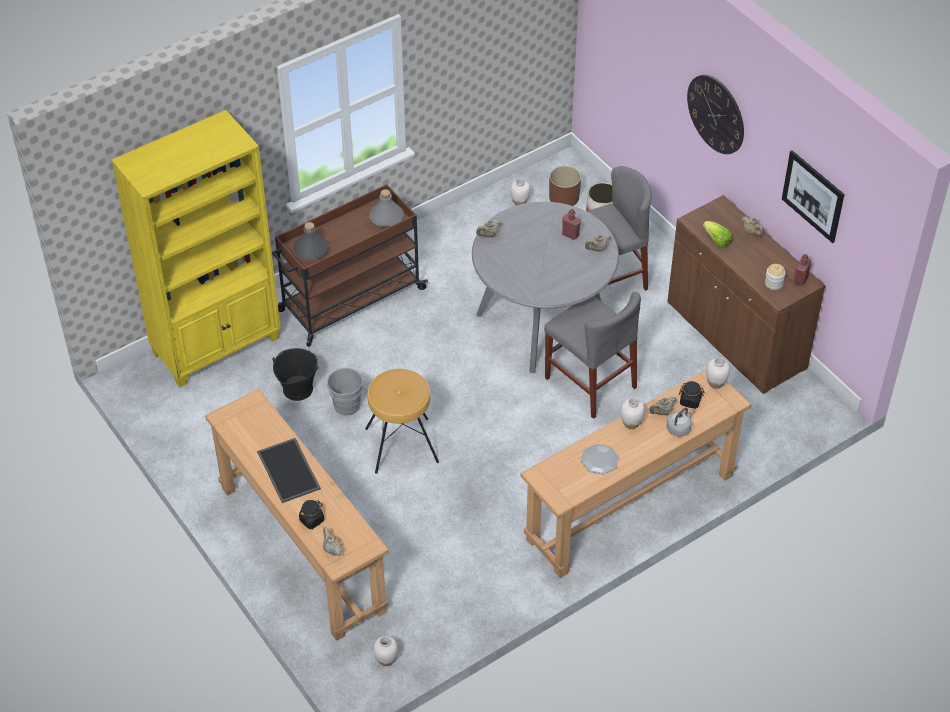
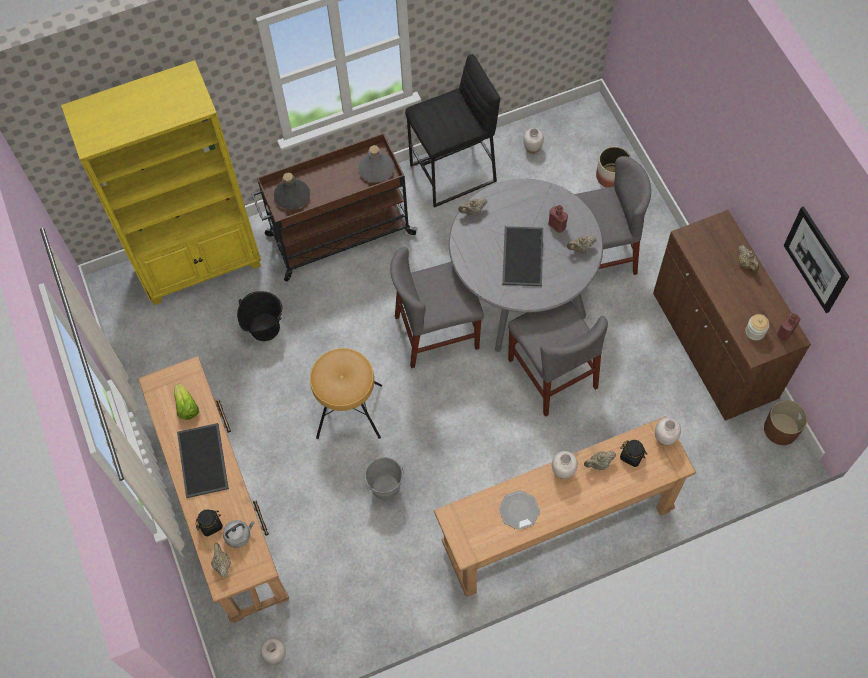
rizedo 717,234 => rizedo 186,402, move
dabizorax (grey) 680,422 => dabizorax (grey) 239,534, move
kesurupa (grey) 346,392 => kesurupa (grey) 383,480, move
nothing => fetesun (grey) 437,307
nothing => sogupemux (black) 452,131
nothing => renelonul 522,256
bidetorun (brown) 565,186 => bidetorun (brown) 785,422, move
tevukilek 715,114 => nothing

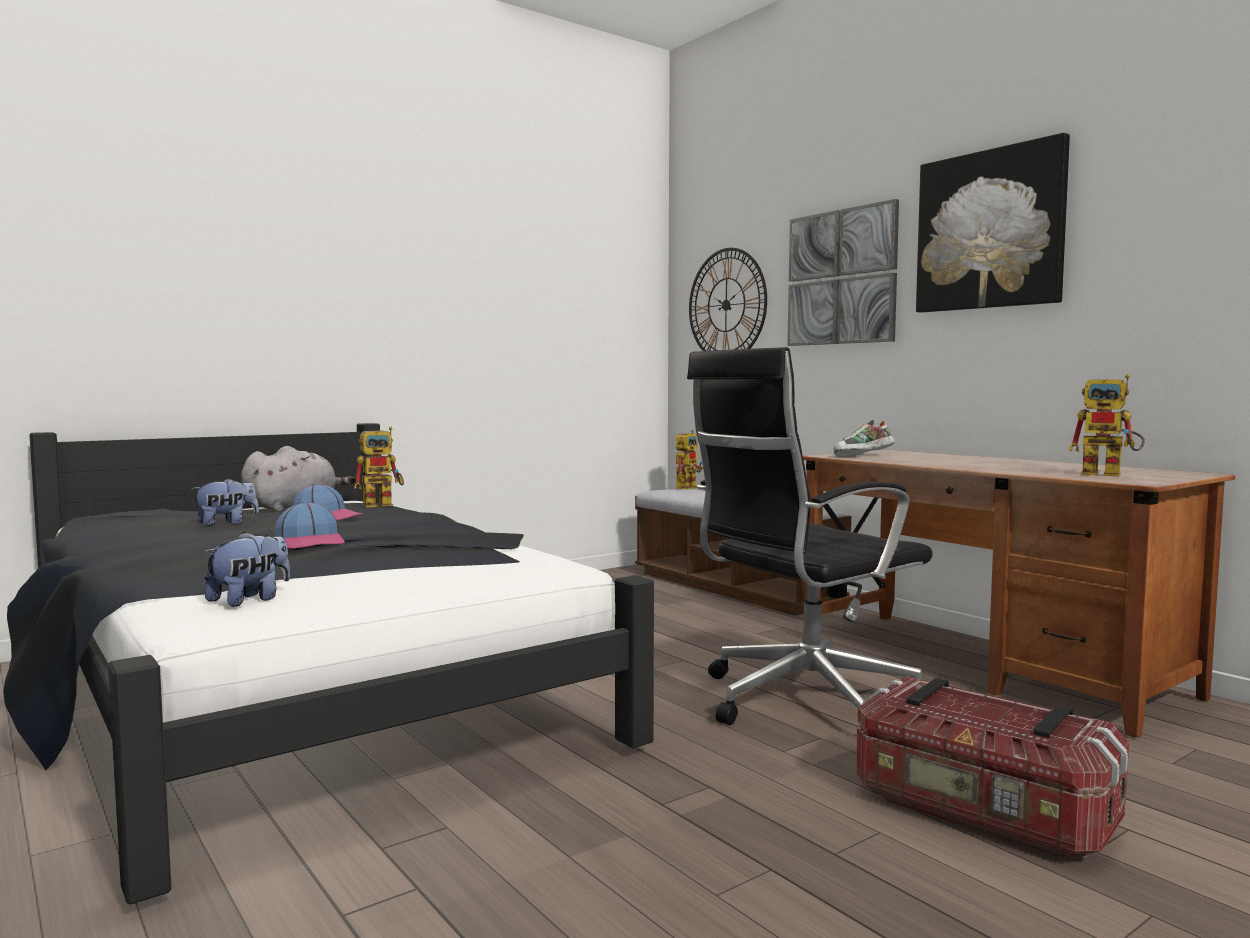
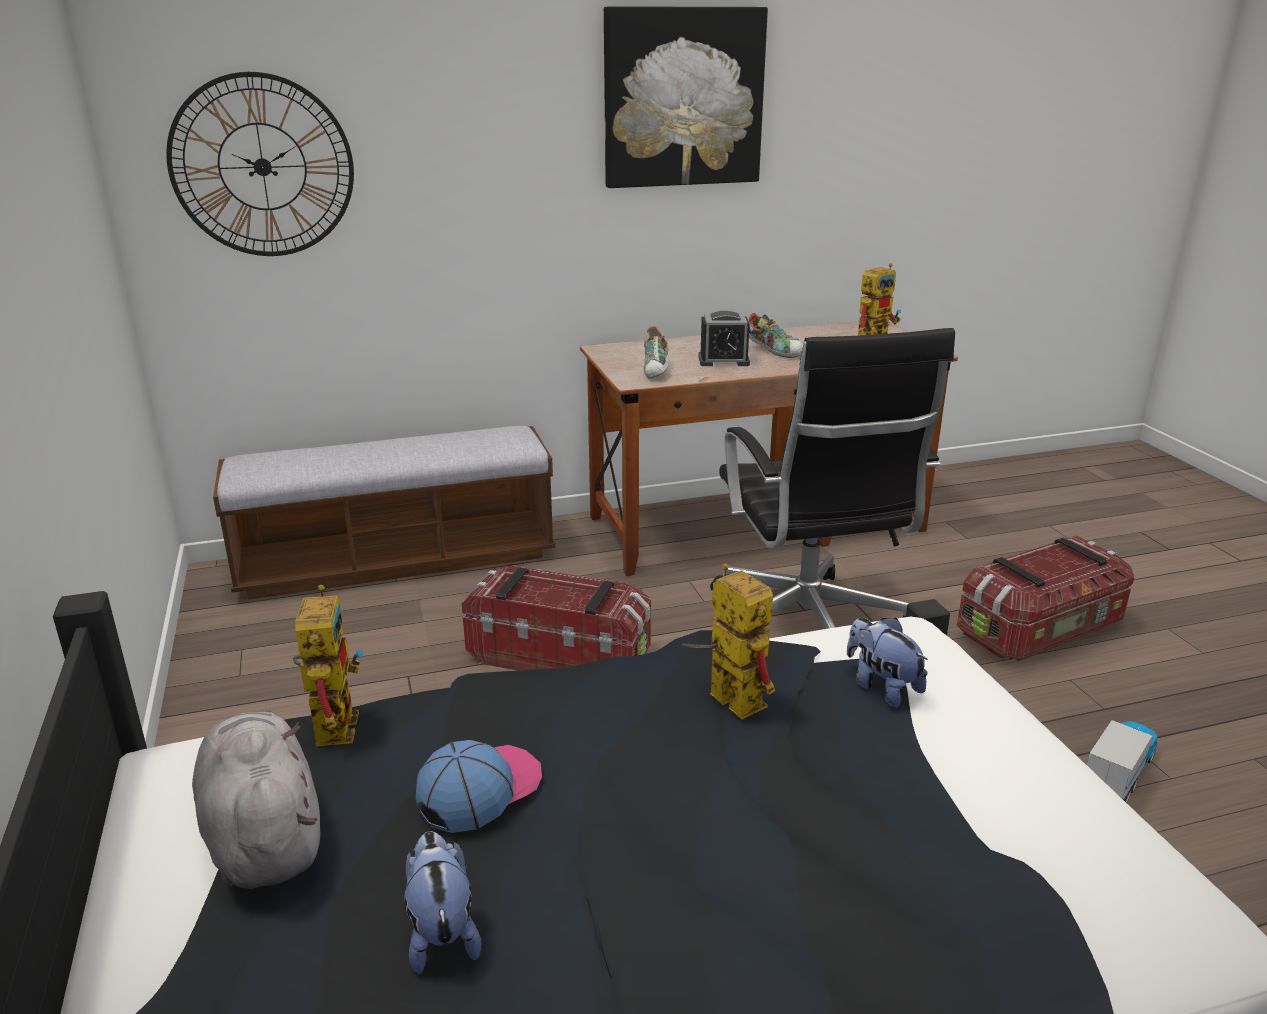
nothing => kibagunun 556,617
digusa 689,459 => digusa 728,642, move
nothing => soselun 724,338
nothing => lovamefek 776,335
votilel 247,569 => votilel 887,662, move
nothing => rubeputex 1122,761
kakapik 310,525 => nothing
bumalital 843,272 => nothing

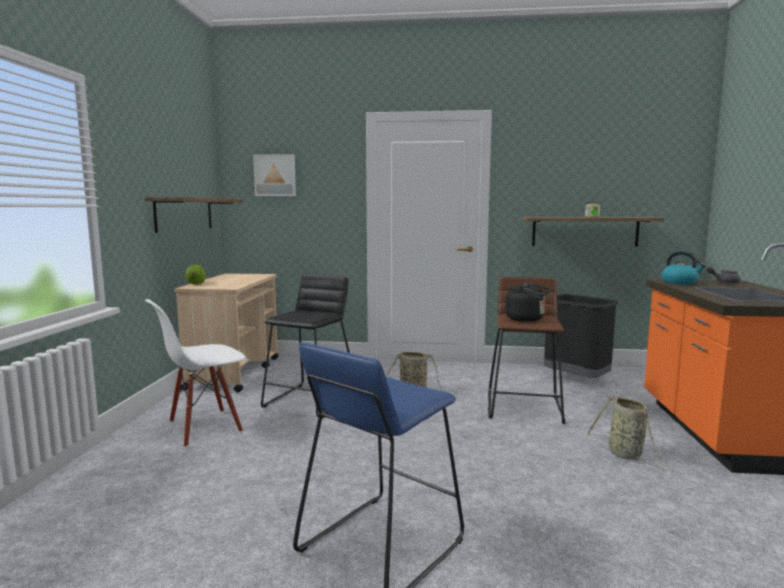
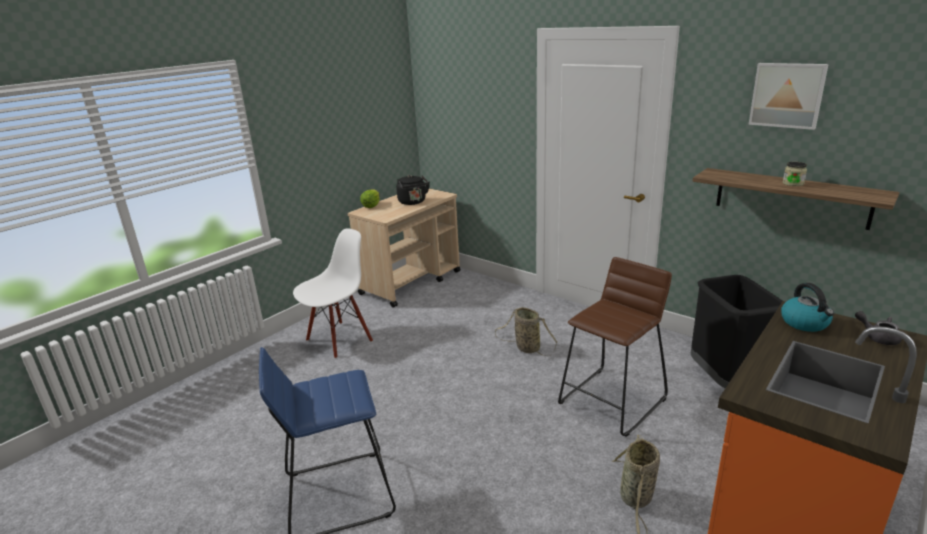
fetesun (white) 195,373 => fetesun (white) 333,293, 135 degrees clockwise
dabizorax (black) 528,302 => dabizorax (black) 413,190, move
bumalital 274,175 => bumalital 788,96, move
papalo 194,215 => nothing
sogupemux (black) 305,346 => nothing

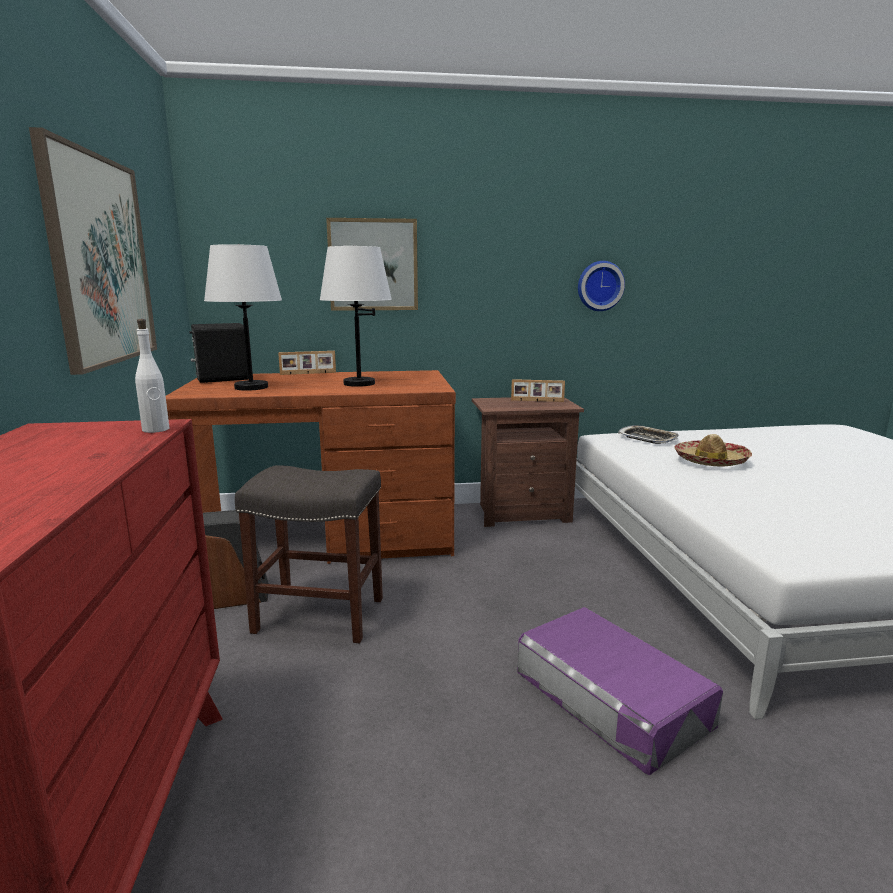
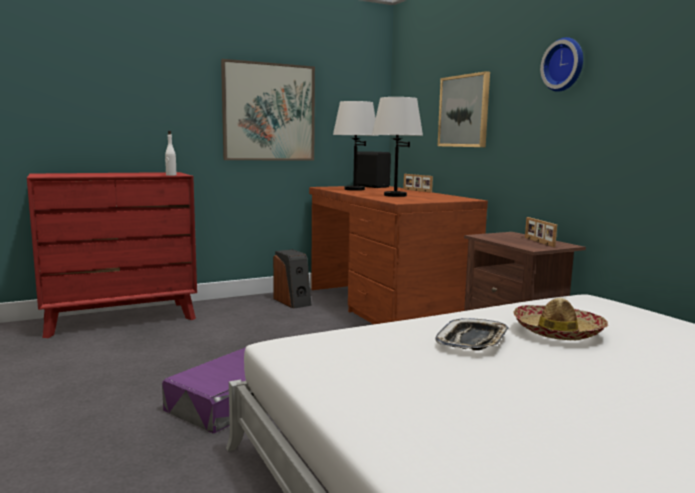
renelonul 648,434 => renelonul 472,334, move
tevukilek 601,286 => tevukilek 561,64, move
sogupemux (grey) 309,554 => nothing

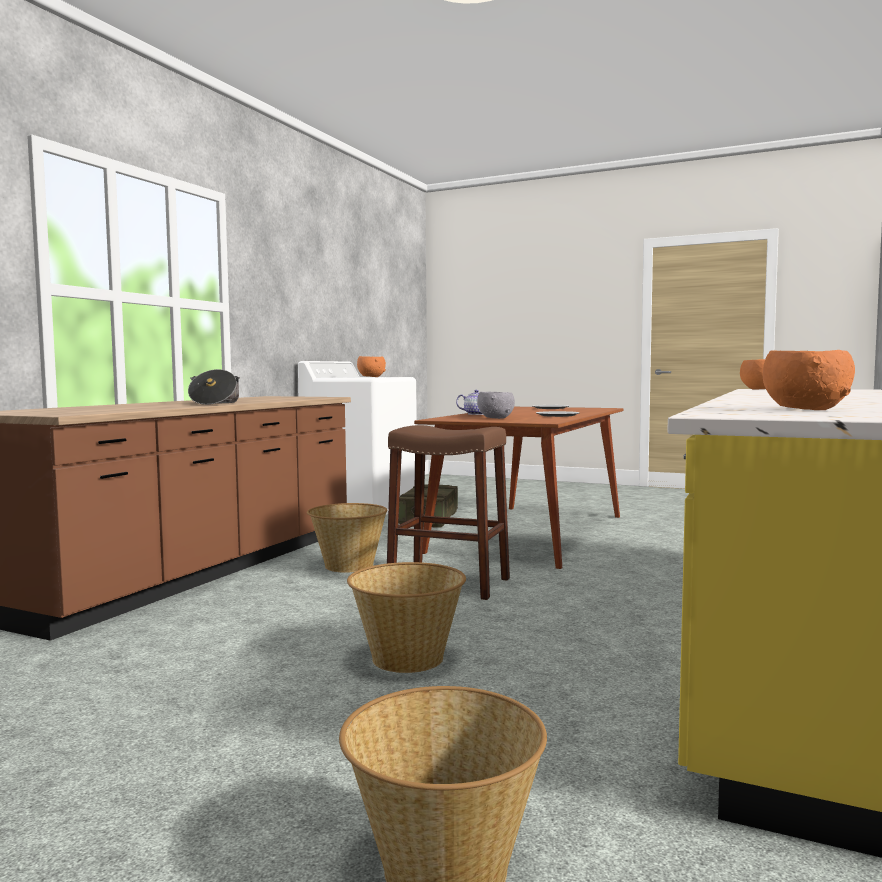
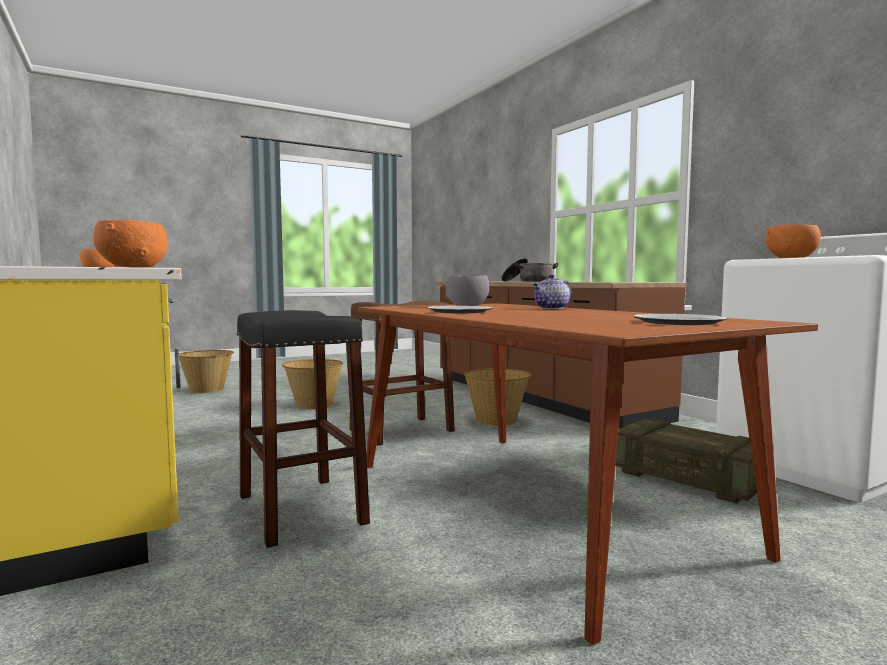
nothing => sogupemux (black) 303,429

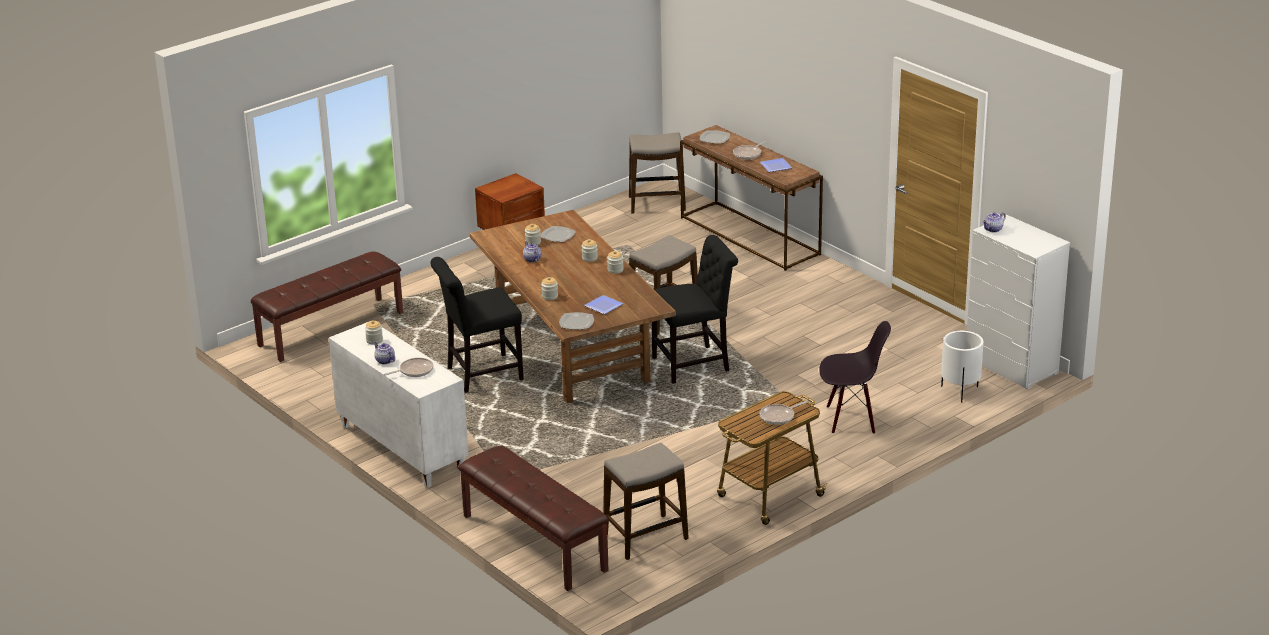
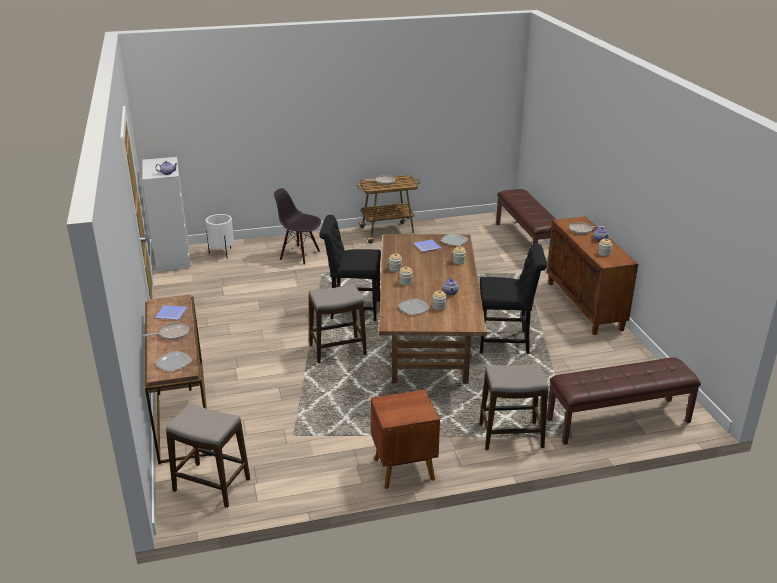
sogupemux 646,501 => sogupemux 513,406, move
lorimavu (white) 399,404 => lorimavu (brown) 592,275

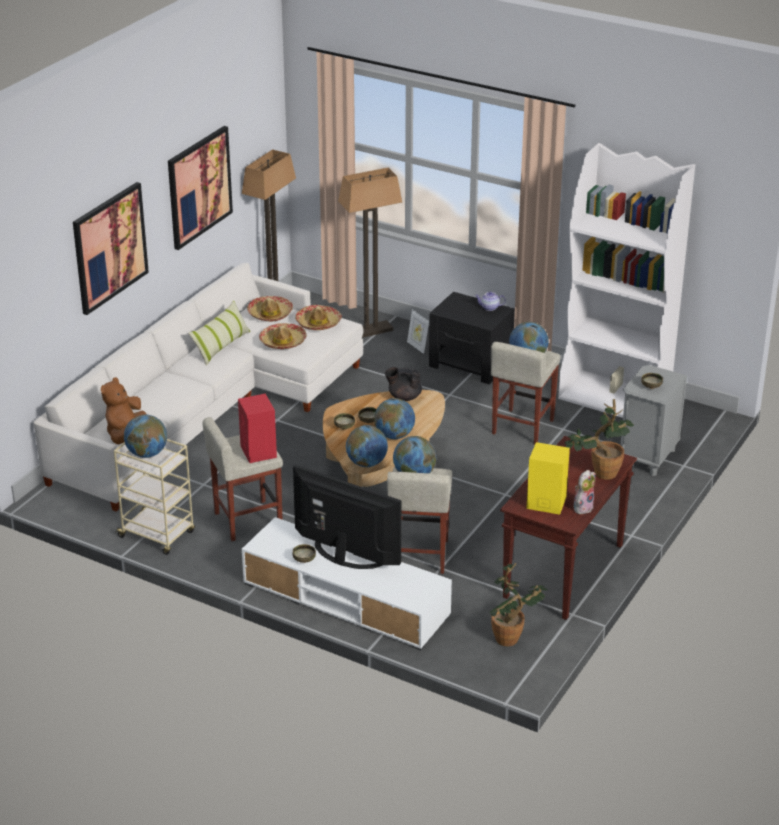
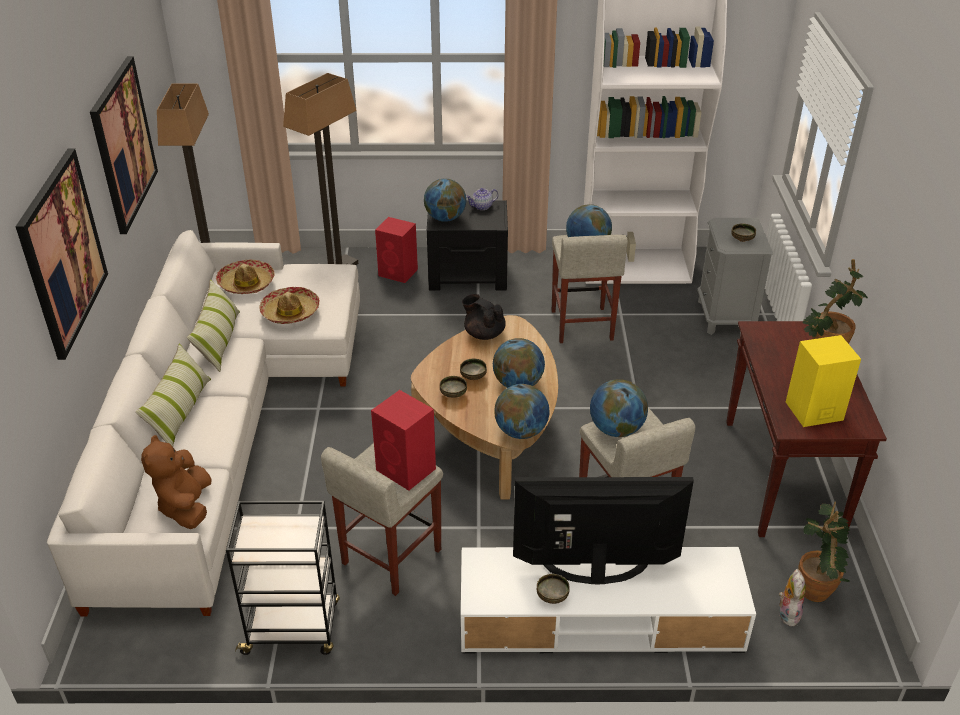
nothing => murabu 173,395
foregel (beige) 154,497 => foregel (black) 283,578
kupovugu 418,332 => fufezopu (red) 396,250
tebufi 145,436 => tebufi 445,200, move
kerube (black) 403,384 => kerube (black) 484,317, 60 degrees clockwise
votilel 585,492 => votilel 792,597, move
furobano 318,317 => nothing

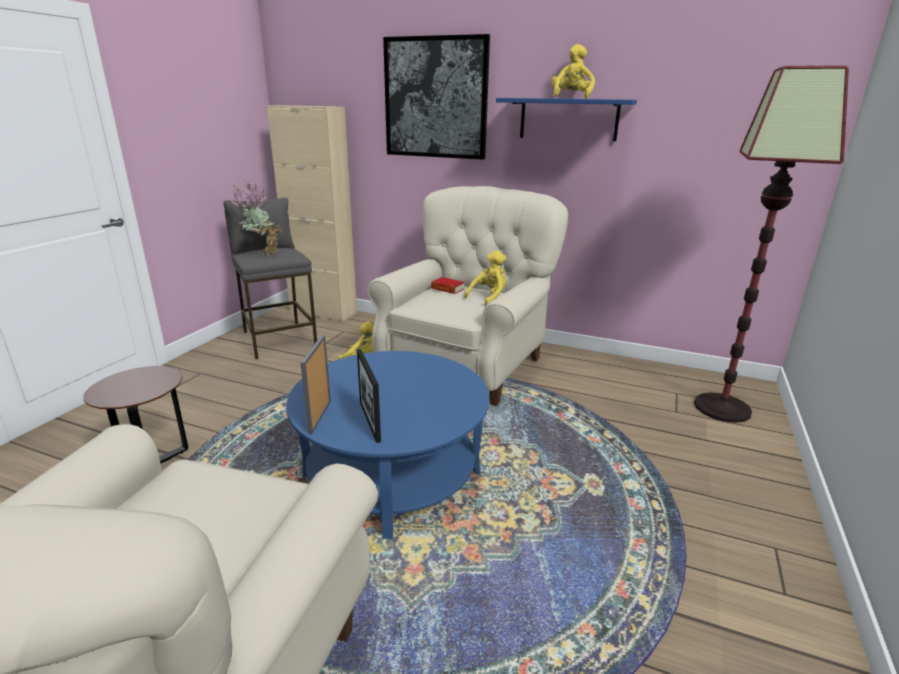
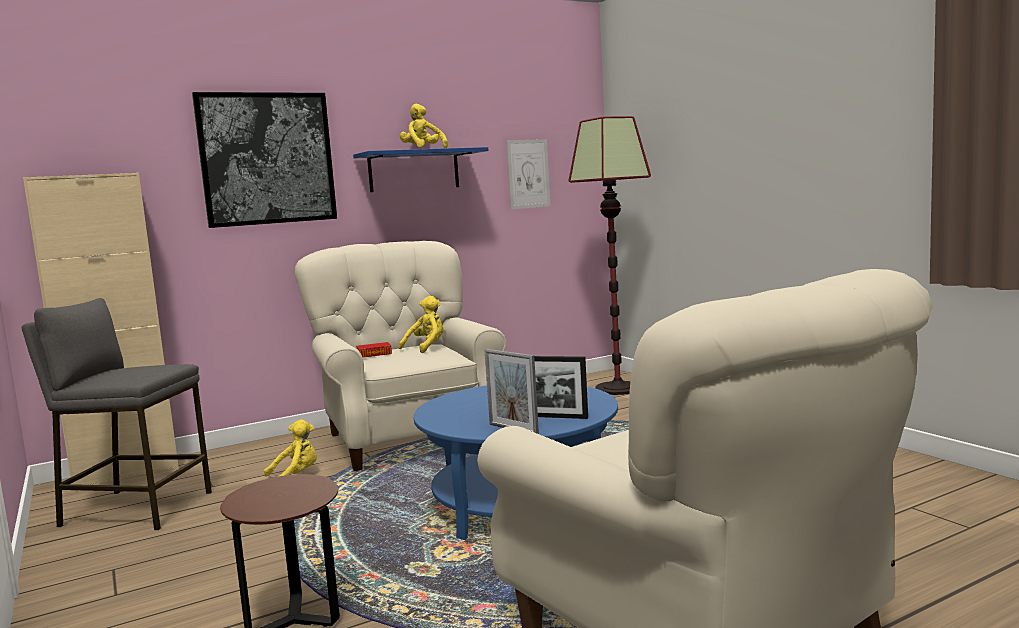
votilel (yellow) 485,278 => votilel (yellow) 421,324, 45 degrees clockwise
nothing => bumalital 528,174
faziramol 256,218 => nothing

